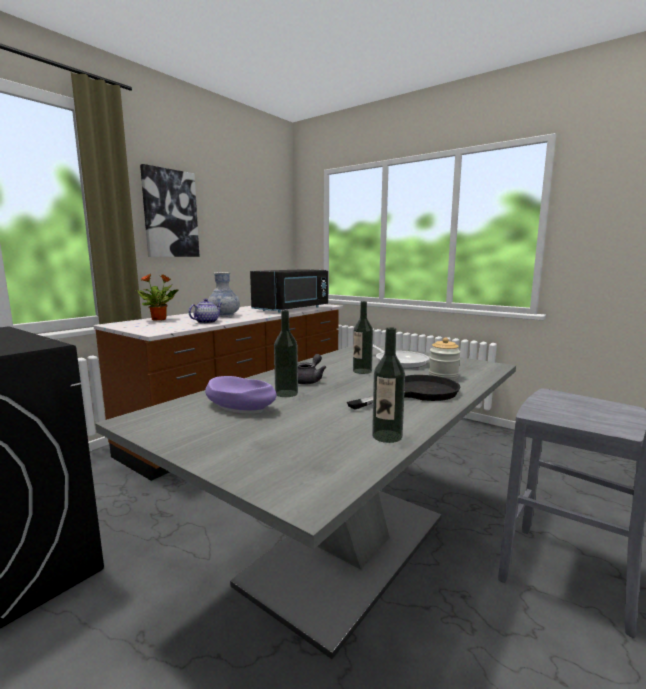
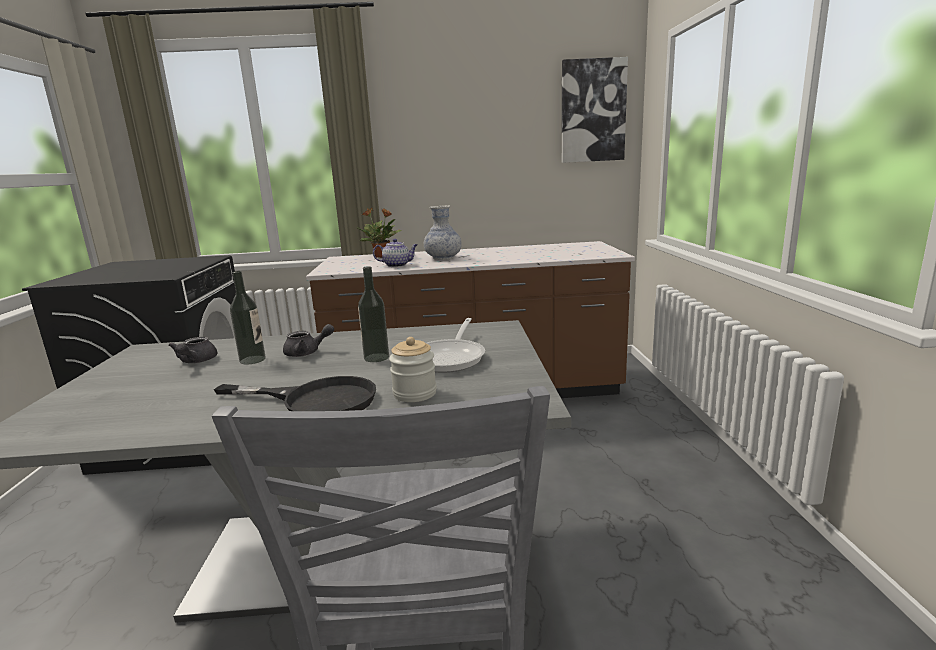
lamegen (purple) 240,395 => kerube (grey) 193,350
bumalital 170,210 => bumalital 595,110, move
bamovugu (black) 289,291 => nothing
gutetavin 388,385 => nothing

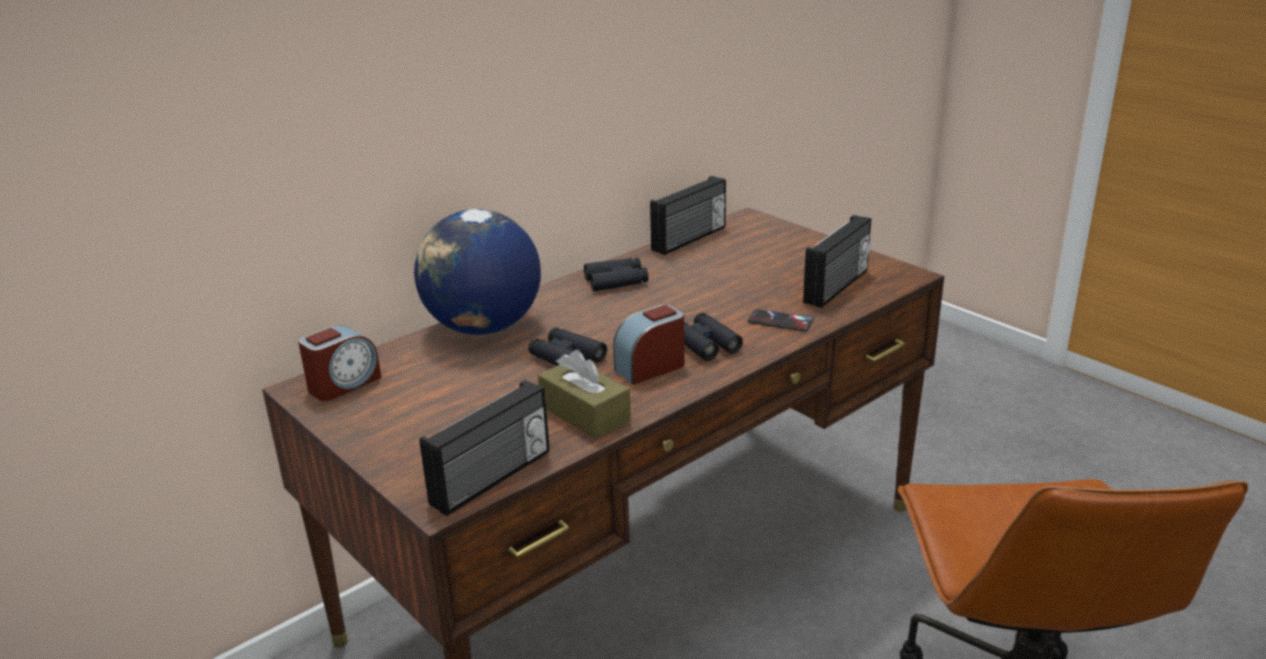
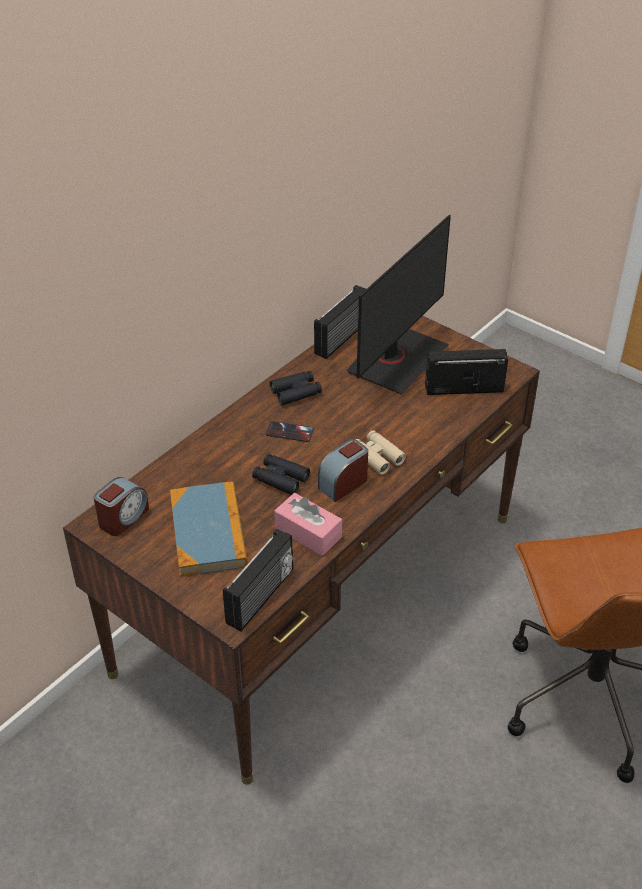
nothing => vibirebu 209,529
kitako 780,320 => kitako 290,431, move
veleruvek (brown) 584,394 => veleruvek (pink) 308,524
nothing => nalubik 398,304
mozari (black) 713,337 => mozari (beige) 380,452
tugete 837,261 => tugete 466,372, 120 degrees counterclockwise
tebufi 477,272 => nothing

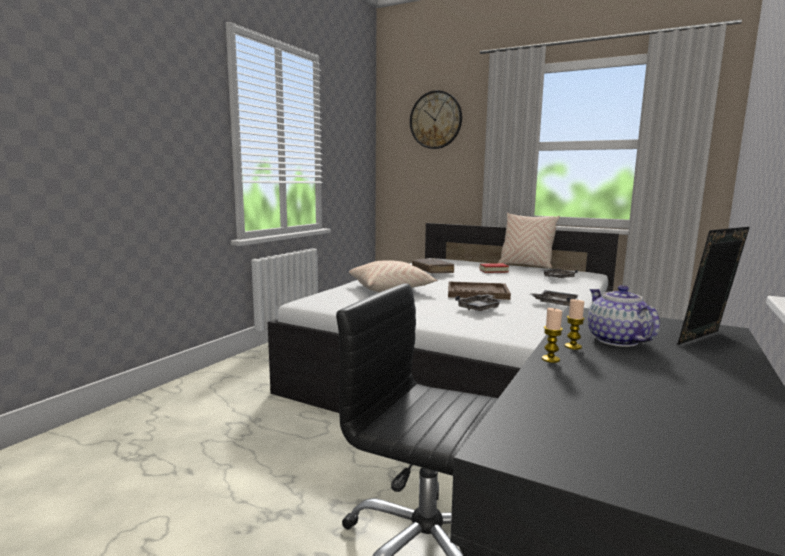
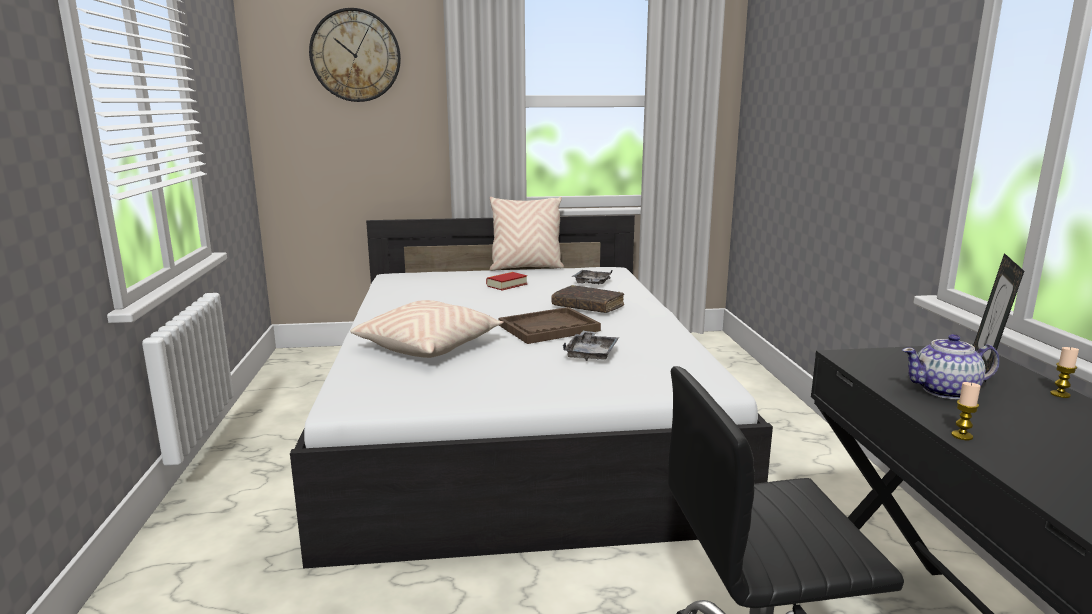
vibirebu (brown) 433,266 => vibirebu (brown) 587,299, move
kerube 624,316 => kerube 950,366, 45 degrees counterclockwise
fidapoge 575,324 => fidapoge 1064,372, move
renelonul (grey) 554,298 => nothing

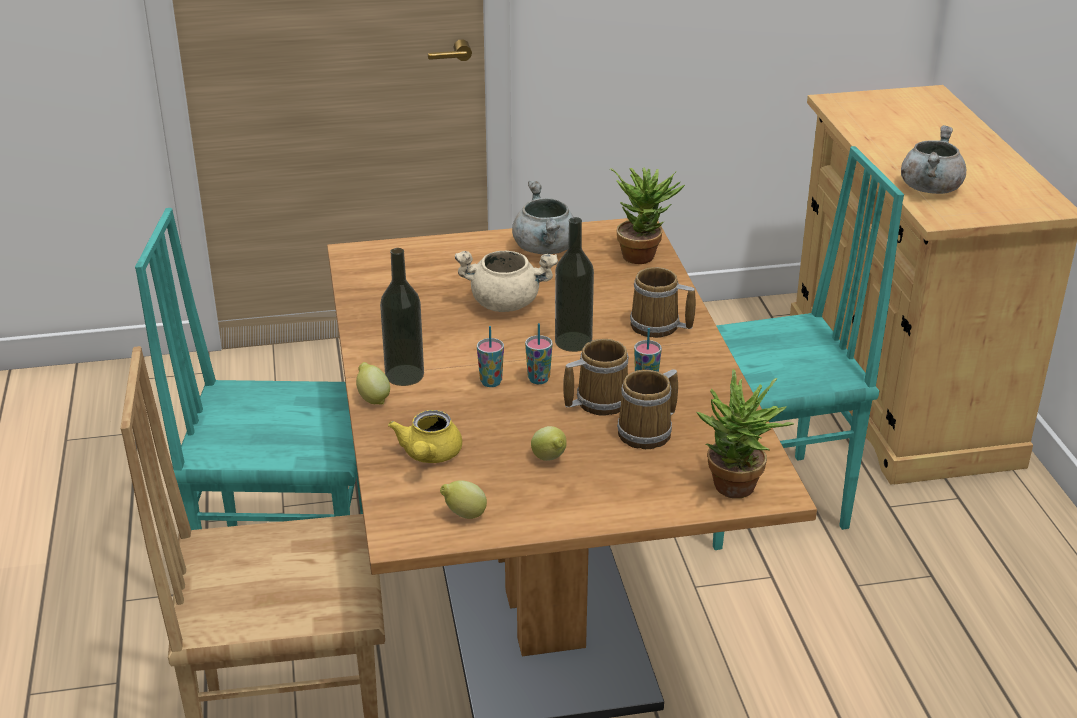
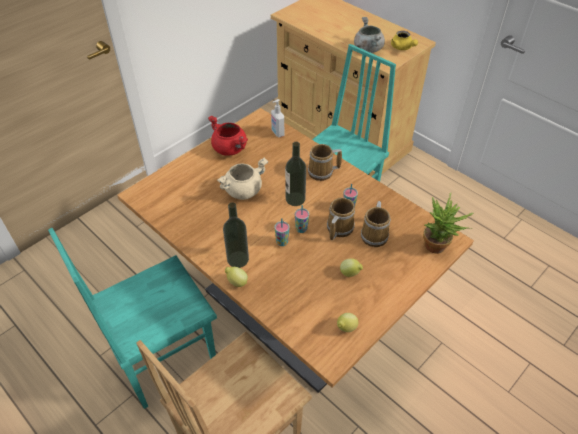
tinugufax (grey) 543,217 => tinugufax (red) 228,136
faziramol 647,215 => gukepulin 277,118
kerube (yellow) 425,436 => kerube (yellow) 404,40, move

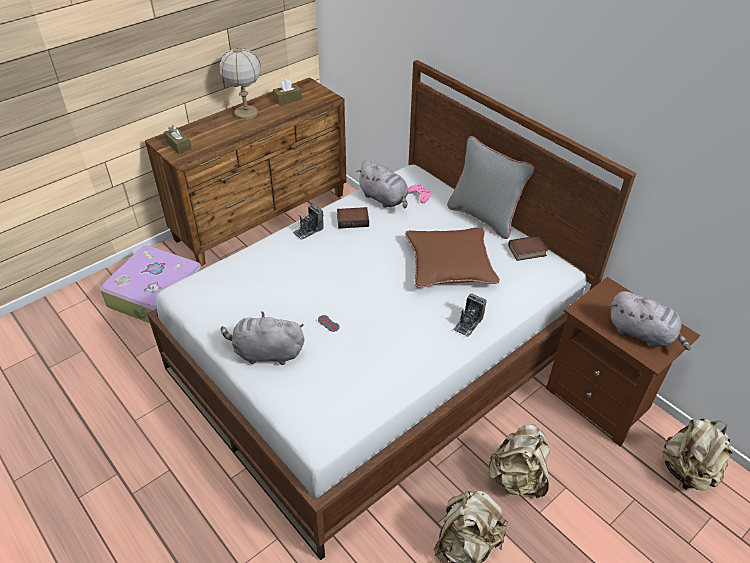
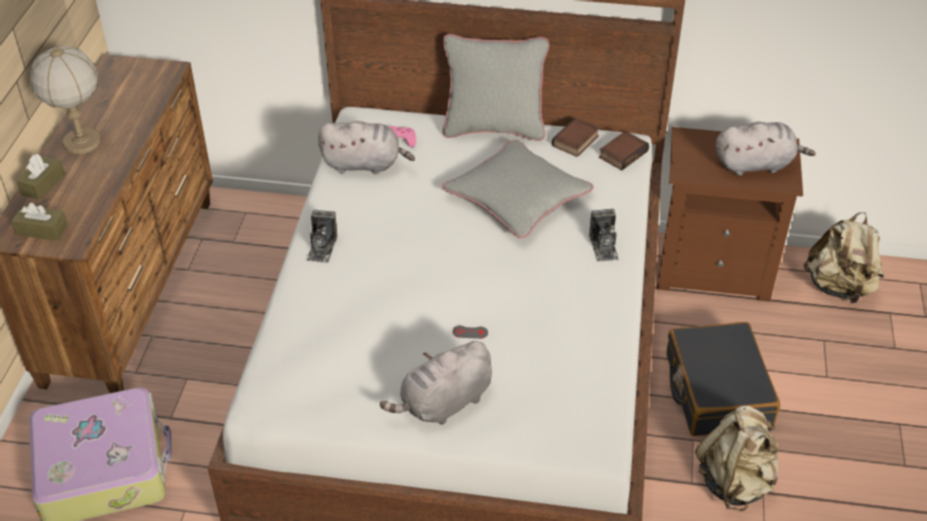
veleruvek (brown) 287,92 => veleruvek (brown) 40,177, move
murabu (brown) 452,257 => murabu (grey) 518,189
vibirebu 353,218 => vibirebu 624,150, move
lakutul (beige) 519,461 => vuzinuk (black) 723,379

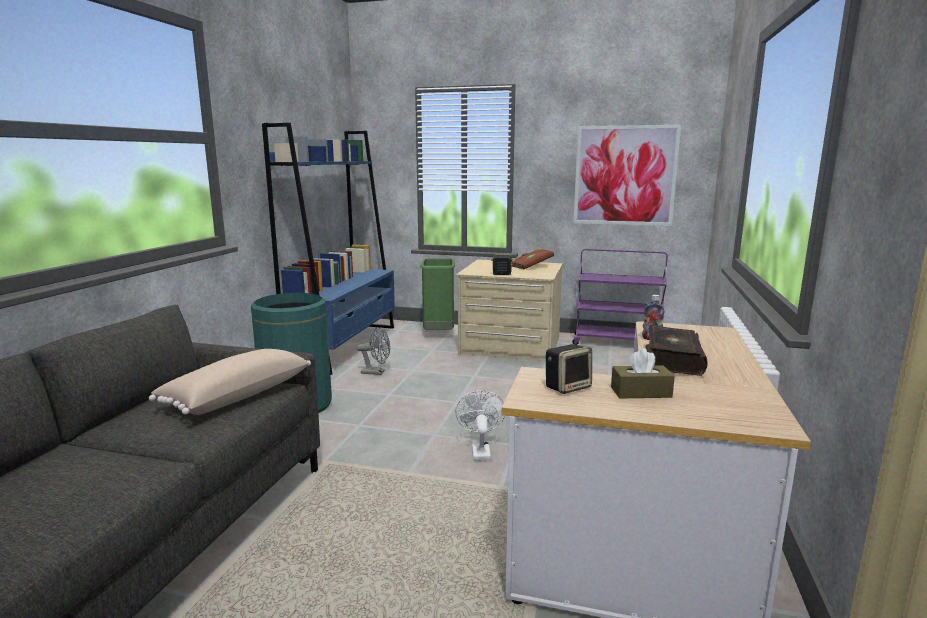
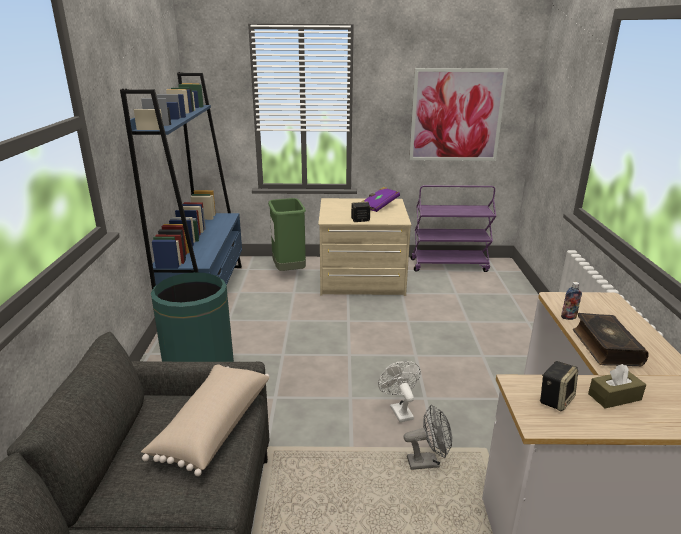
vibirebu (brown) 533,258 => vibirebu (purple) 380,199
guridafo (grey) 373,351 => guridafo (grey) 428,437, move

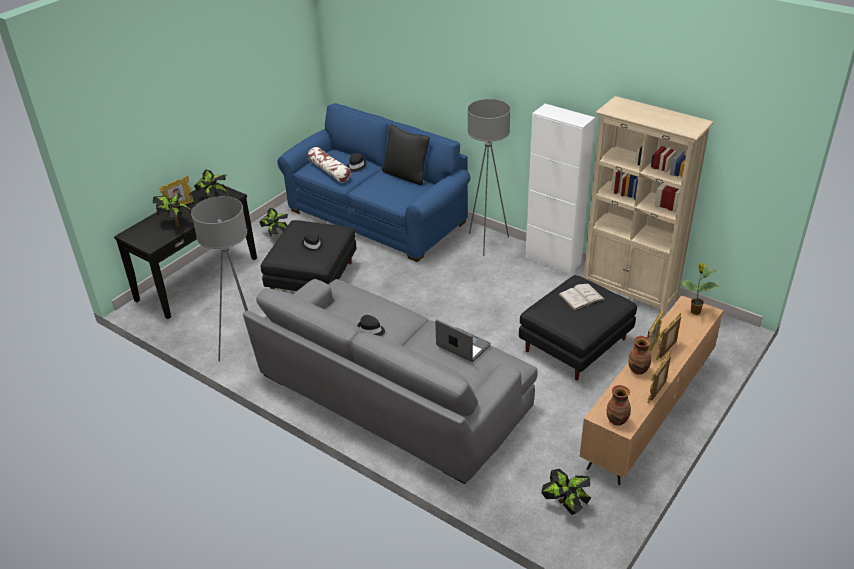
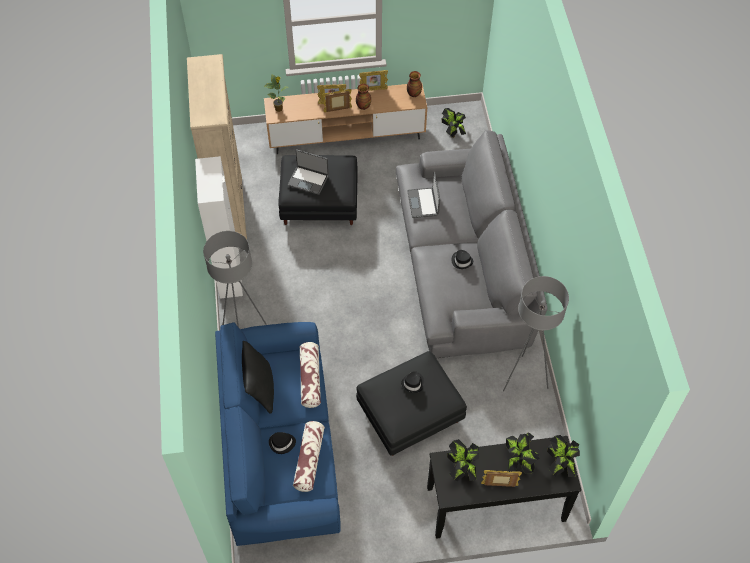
vibirebu (white) 581,297 => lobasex 308,172
nothing => murabu 310,375
faziramol 273,222 => faziramol 563,456, move

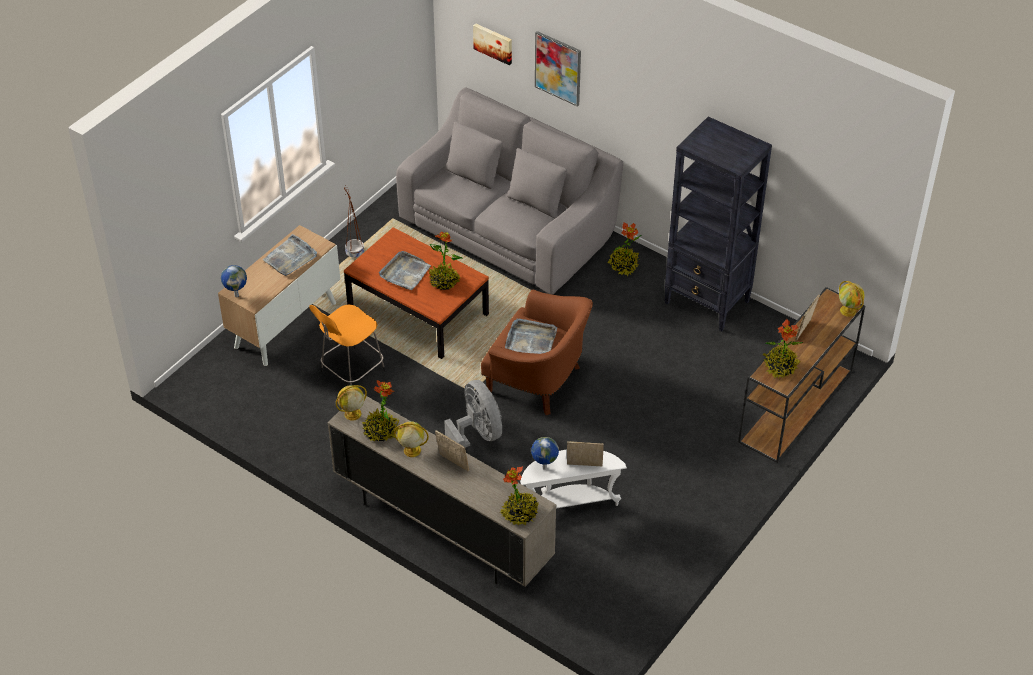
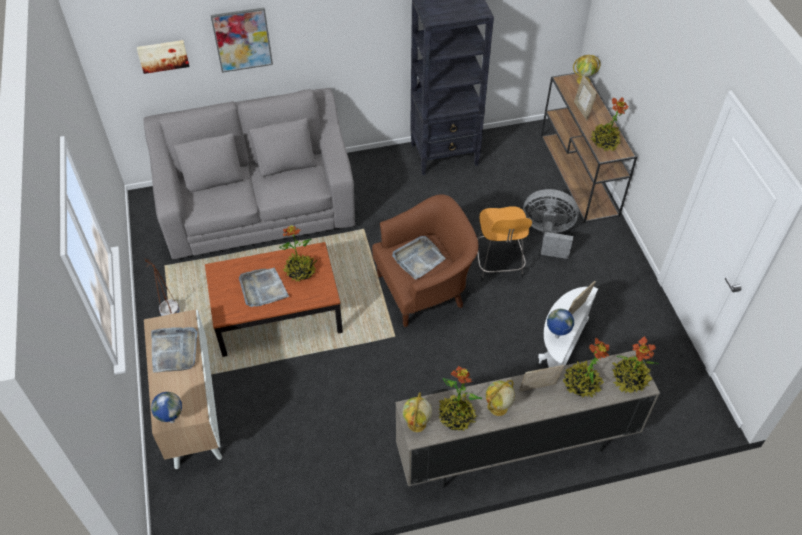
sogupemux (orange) 347,344 => sogupemux (orange) 504,243, move
guridafo (grey) 473,414 => guridafo (grey) 551,224, move
faziramol 624,249 => faziramol 586,368, move

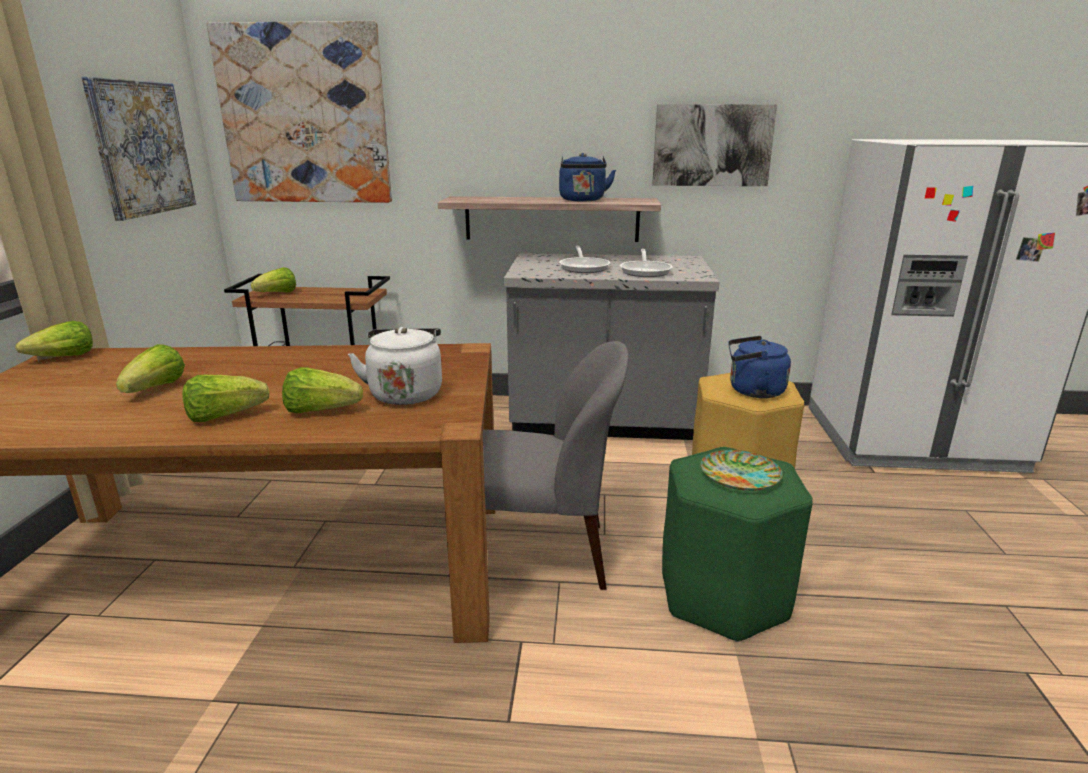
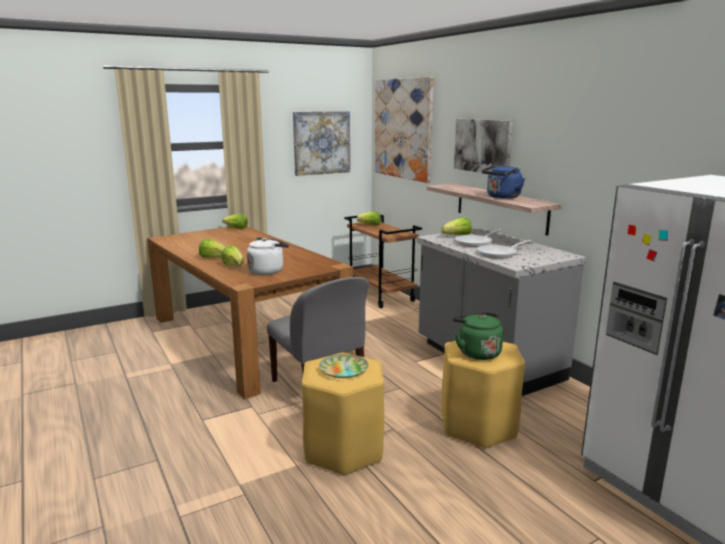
sogupemux (green) 737,544 => sogupemux (yellow) 343,414
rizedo 150,368 => rizedo 456,226, move
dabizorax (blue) 759,367 => dabizorax (green) 478,336
bumalital 714,145 => bumalital 483,146, move

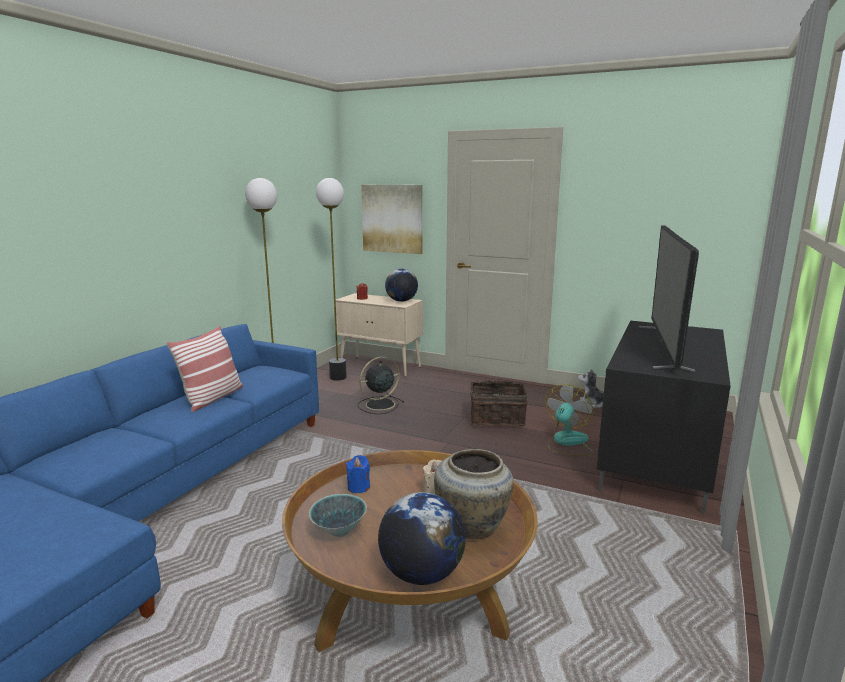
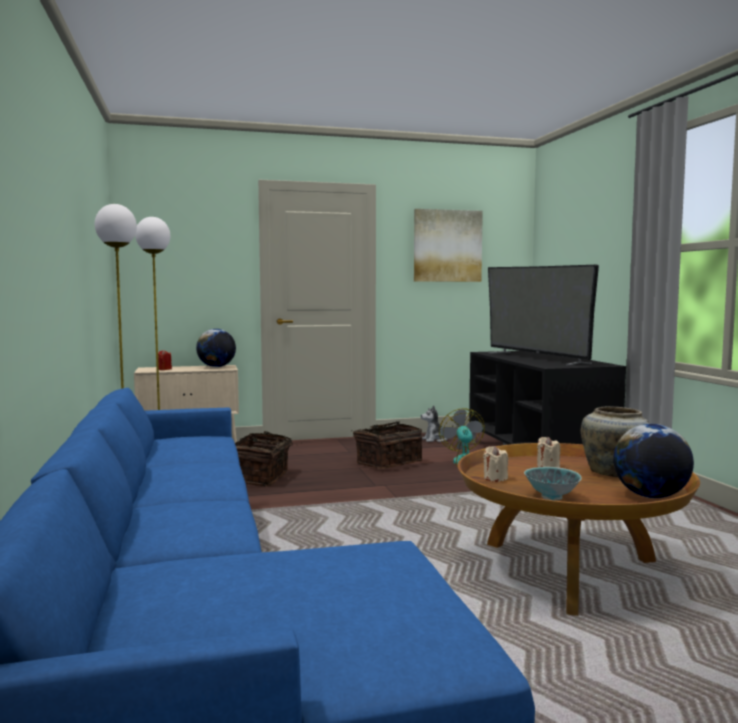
guridafo (black) 381,385 => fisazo 268,458
bumalital 391,219 => bumalital 448,245, move
fidapoge (blue) 358,474 => fidapoge (beige) 495,464
murabu 204,369 => nothing

